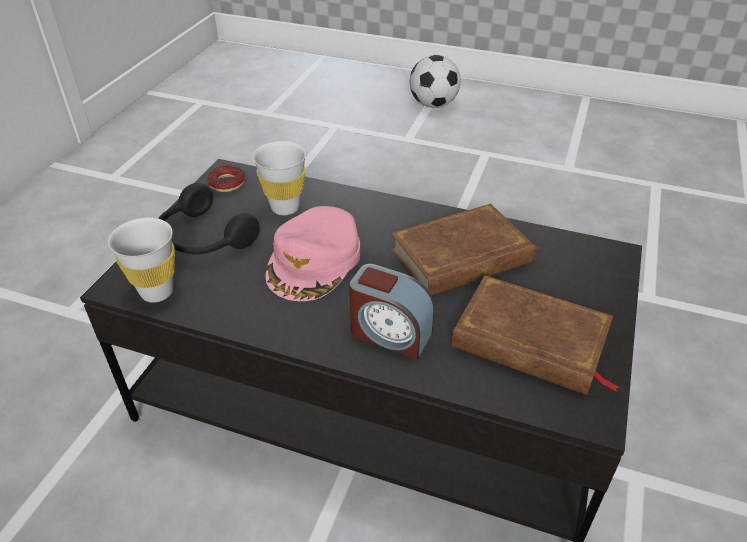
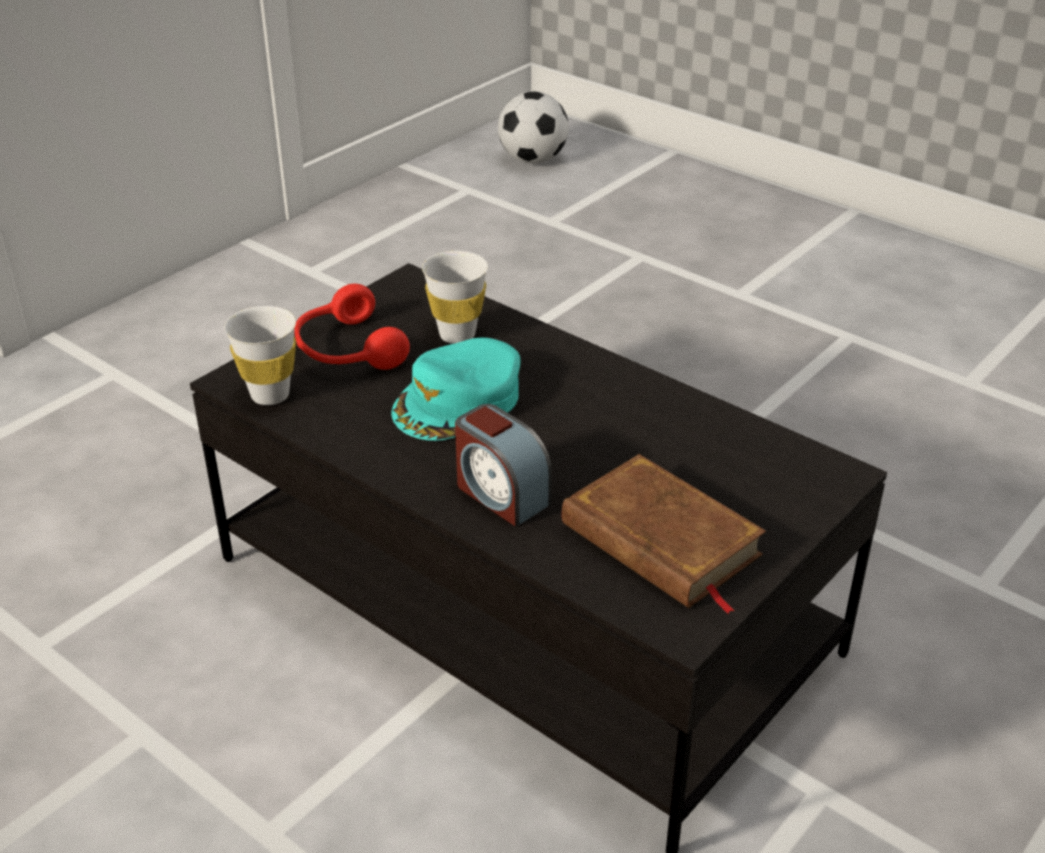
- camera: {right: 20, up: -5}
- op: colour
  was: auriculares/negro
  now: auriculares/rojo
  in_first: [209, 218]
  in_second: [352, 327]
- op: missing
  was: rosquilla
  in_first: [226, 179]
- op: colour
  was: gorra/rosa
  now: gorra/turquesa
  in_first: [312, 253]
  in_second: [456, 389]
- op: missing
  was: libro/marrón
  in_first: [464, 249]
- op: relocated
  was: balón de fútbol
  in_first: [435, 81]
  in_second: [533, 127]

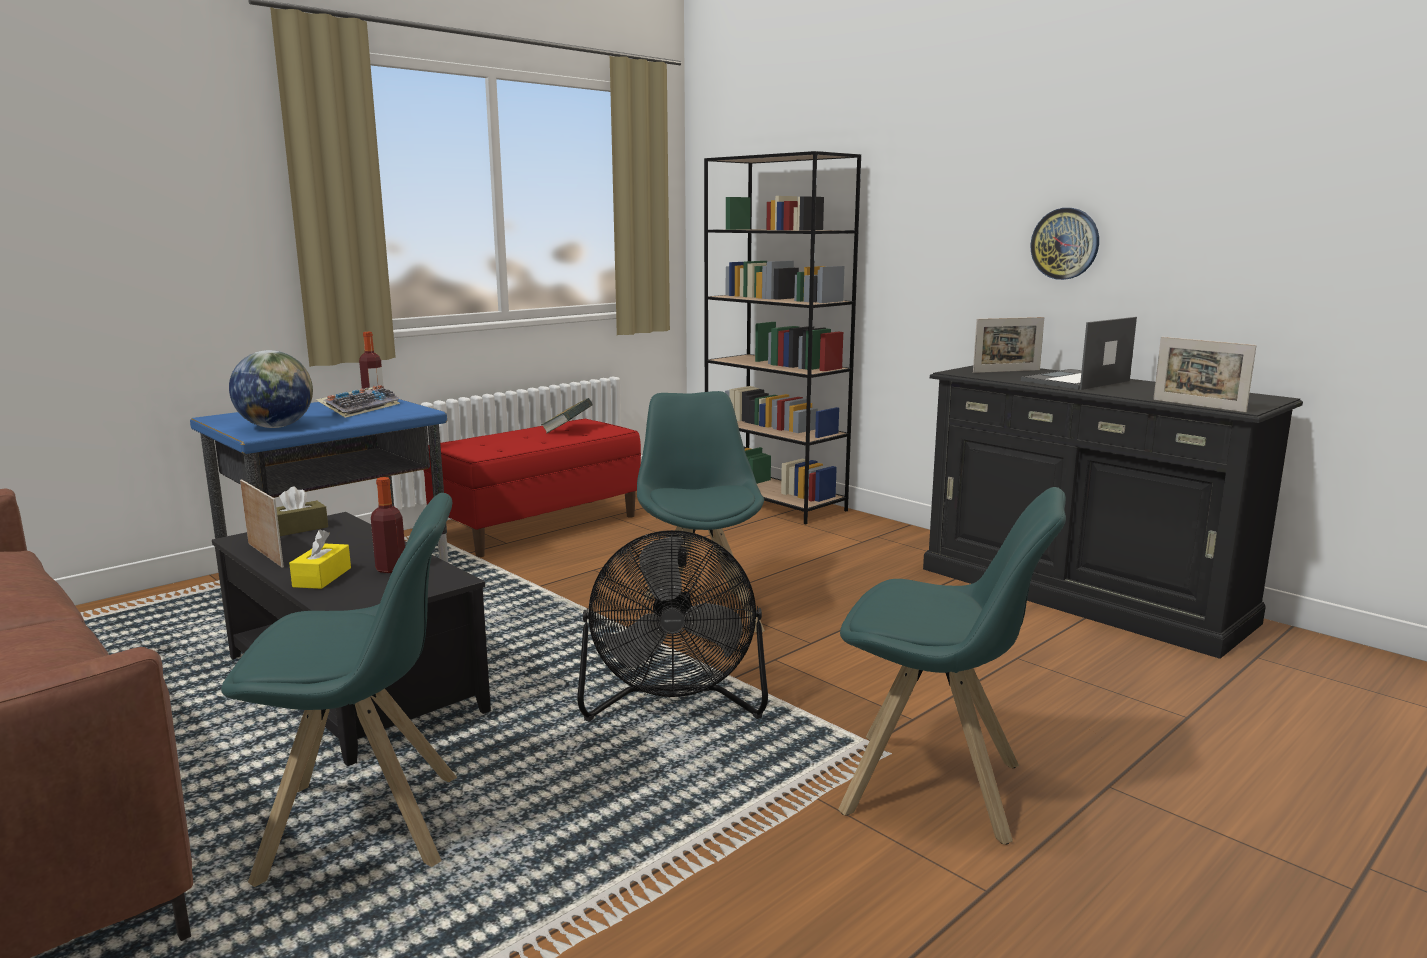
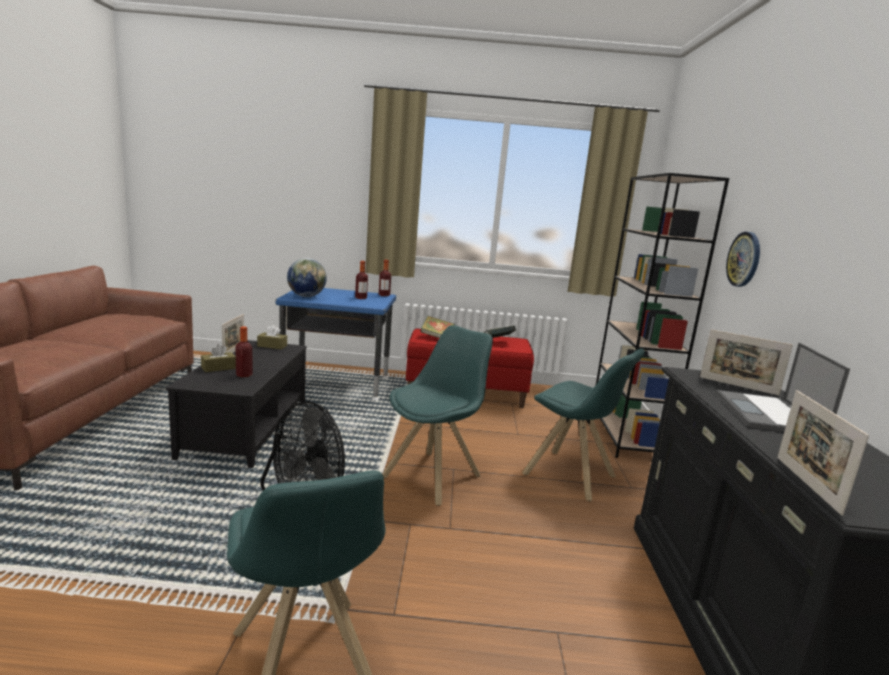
- camera: {right: 45, up: 0}
- op: relocated
  was: silla/turquesa
  in_first: [339, 690]
  in_second: [583, 424]
- op: colour
  was: caja de pañuelos/amarillo
  now: caja de pañuelos/marrón
  in_first: [320, 559]
  in_second: [218, 358]
- op: exchanged
  was: teclado
  now: botella
  in_first: [357, 401]
  in_second: [361, 280]
- op: spun
  was: portátil
  in_first: [1079, 353]
  in_second: [783, 387]
  clockwise: -90
- op: relocated
  was: reloj de pared
  in_first: [1065, 244]
  in_second: [743, 259]
- op: appeared
  now: libro
  in_second: [437, 327]

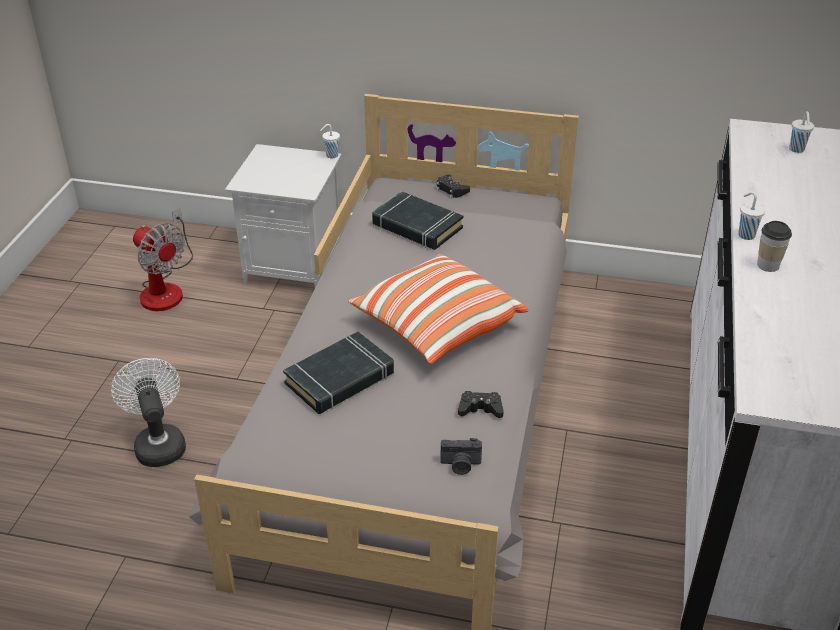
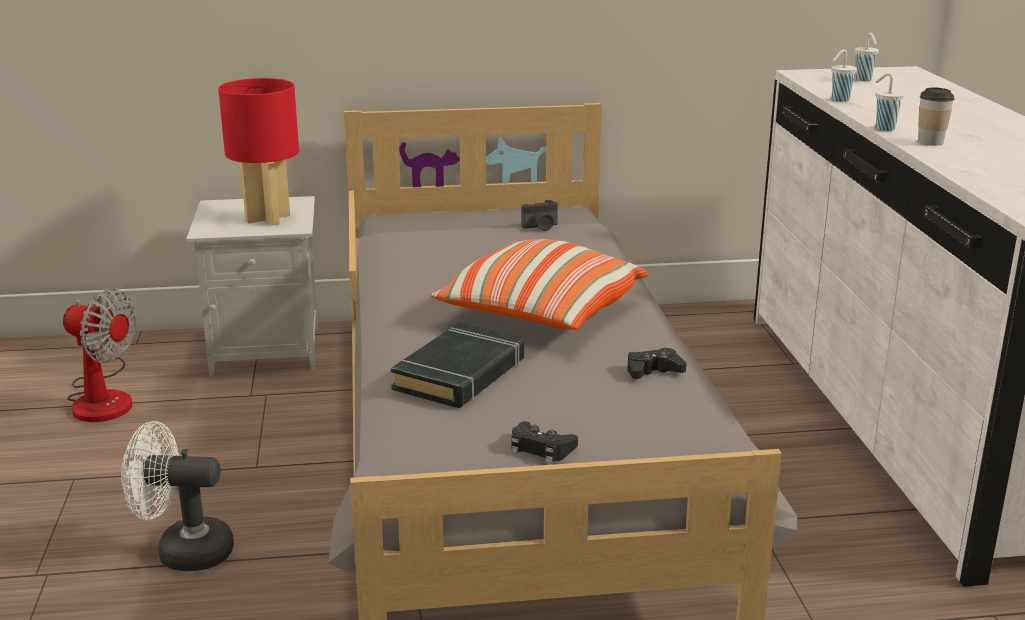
- camera: {right: -20, up: -15}
- op: spun
  was: ventilador/blanco
  in_first: [148, 412]
  in_second: [177, 496]
  clockwise: -45
- op: relocated
  was: taza/blanco
  in_first: [330, 141]
  in_second: [844, 75]
- op: missing
  was: libro/negro
  in_first: [417, 220]
- op: relocated
  was: mando de consola/negro
  in_first: [453, 186]
  in_second: [545, 442]
- op: relocated
  was: cámara
  in_first: [461, 456]
  in_second: [539, 215]
- op: appeared
  now: lámpara de mesa/rojo
  in_second: [258, 151]

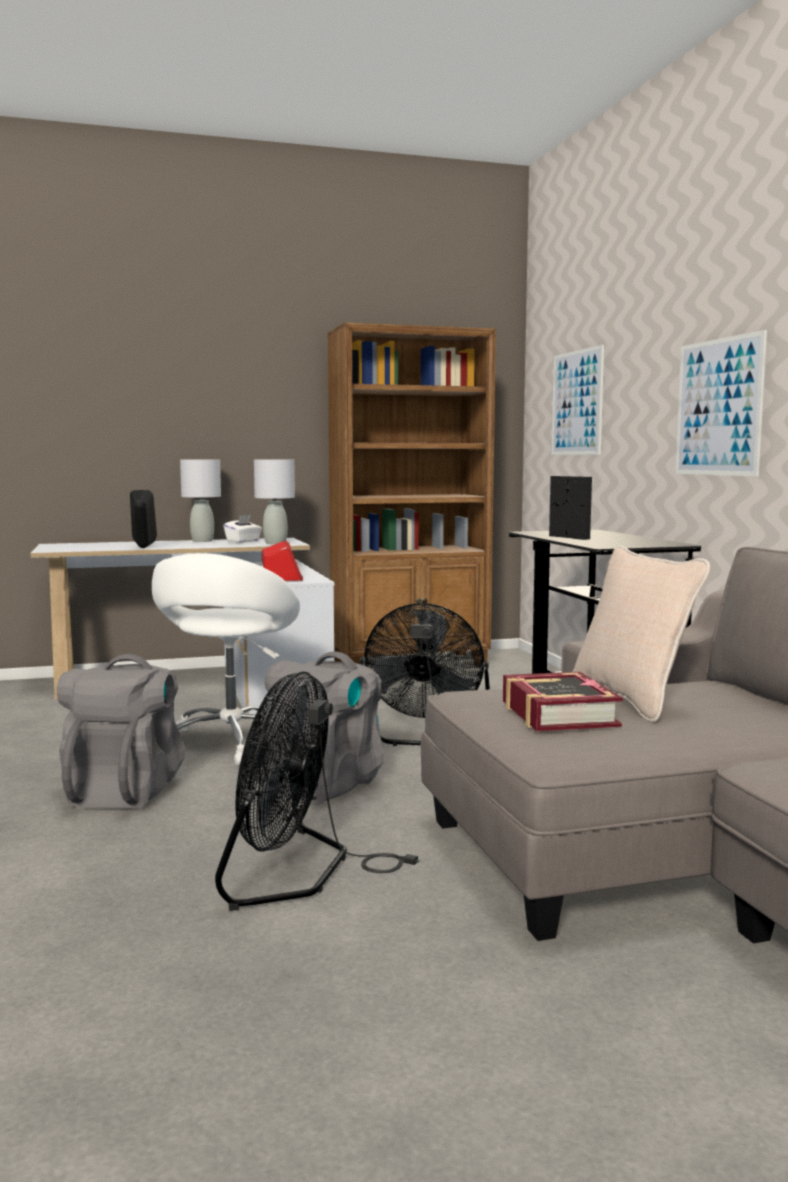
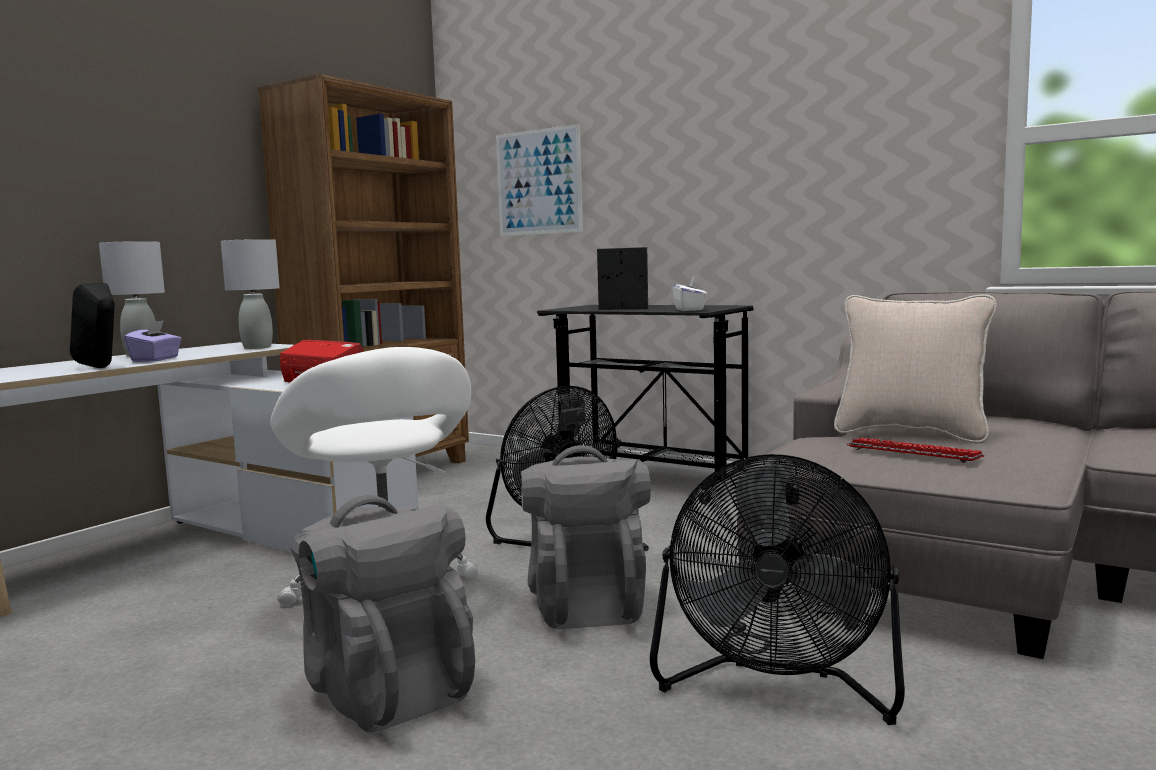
- camera: {right: -40, up: 0}
- op: spun
  was: ventilador/negro
  in_first: [317, 791]
  in_second: [777, 589]
  clockwise: -45
- op: relocated
  was: caja de pañuelos/blanco
  in_first: [242, 529]
  in_second: [690, 294]
- op: exchanged
  was: libro
  now: teclado
  in_first: [563, 701]
  in_second: [916, 450]
- op: missing
  was: cuadro
  in_first: [721, 403]
- op: appeared
  now: caja de pañuelos/morado
  in_second: [152, 341]

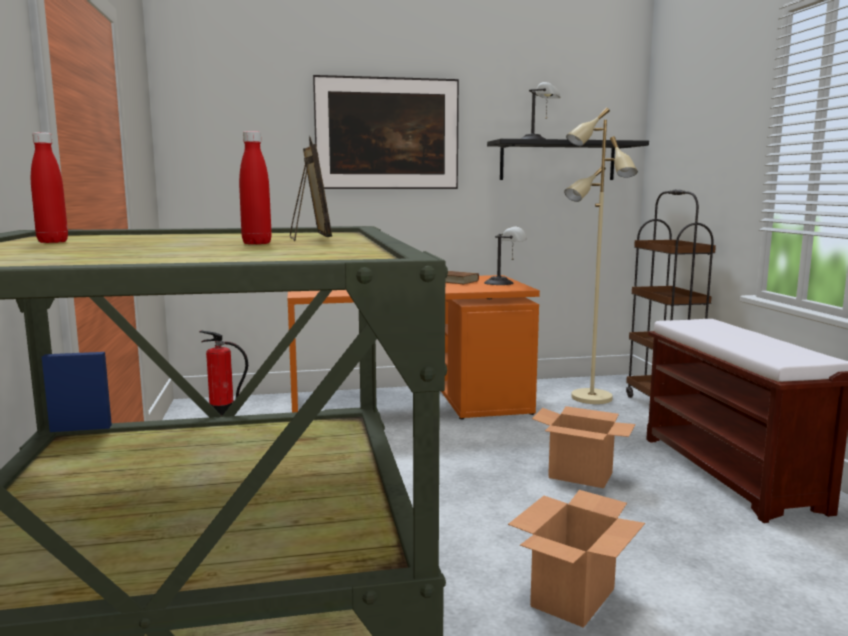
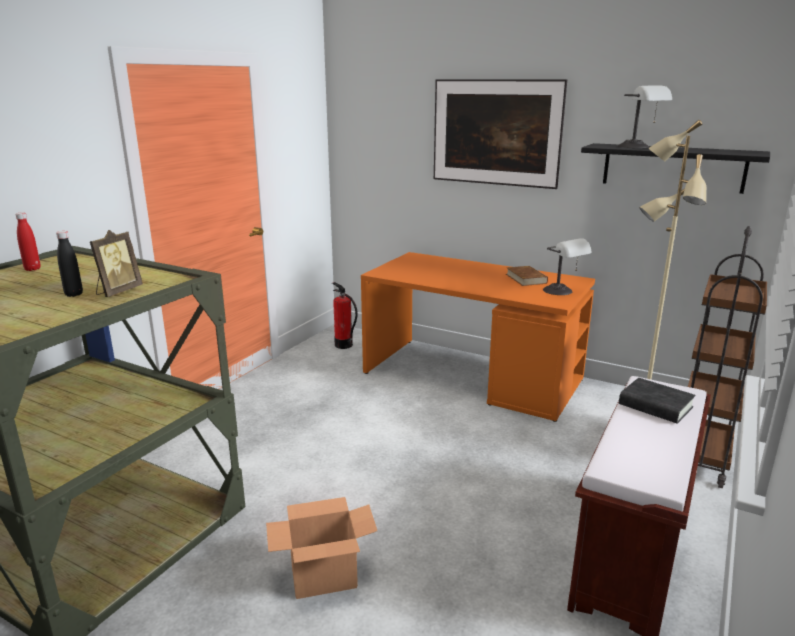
- camera: {right: 40, up: 10}
- op: colour
  was: botella/rojo
  now: botella/negro
  in_first: [255, 187]
  in_second: [69, 264]
- op: missing
  was: caja de cartón
  in_first: [584, 447]
- op: appeared
  now: libro/negro
  in_second: [657, 401]

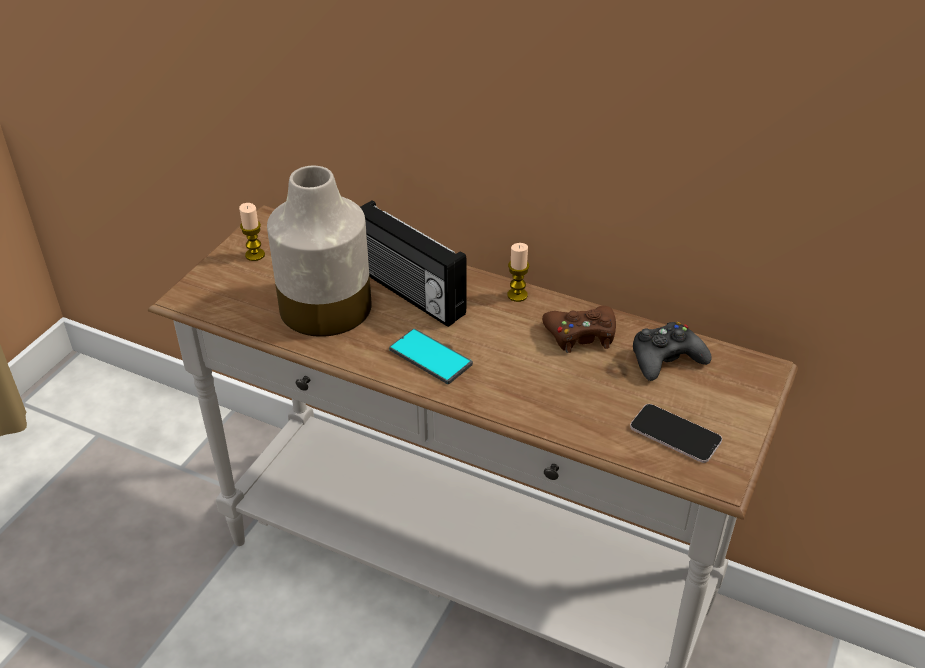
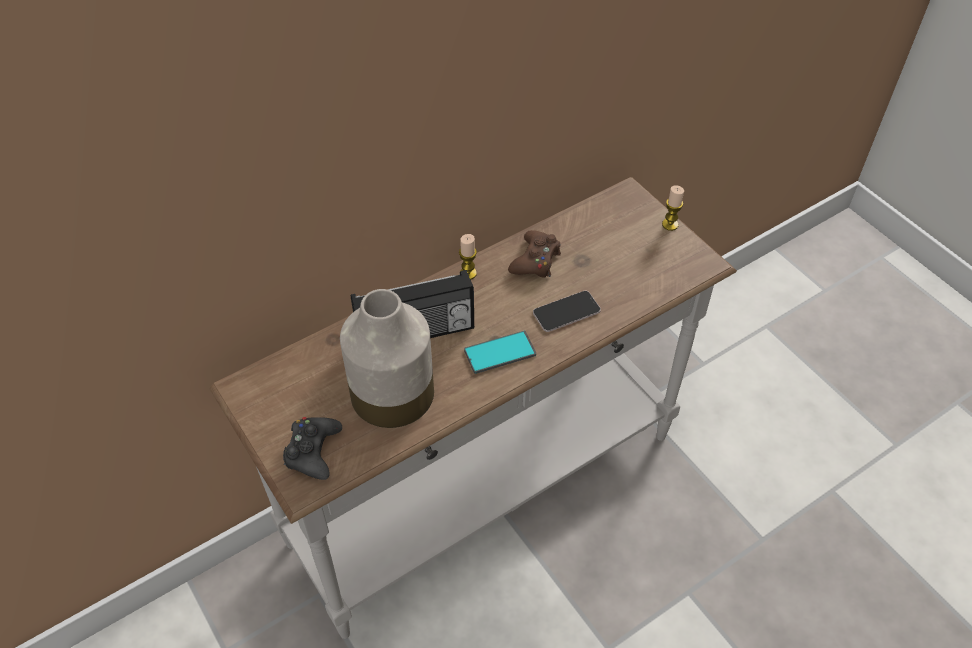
- camera: {right: -60, up: 10}
- op: relocated
  was: vela
  in_first: [252, 232]
  in_second: [673, 208]
- op: relocated
  was: móvil
  in_first: [676, 433]
  in_second: [567, 311]
- op: relocated
  was: mando de consola/negro
  in_first: [672, 351]
  in_second: [312, 448]

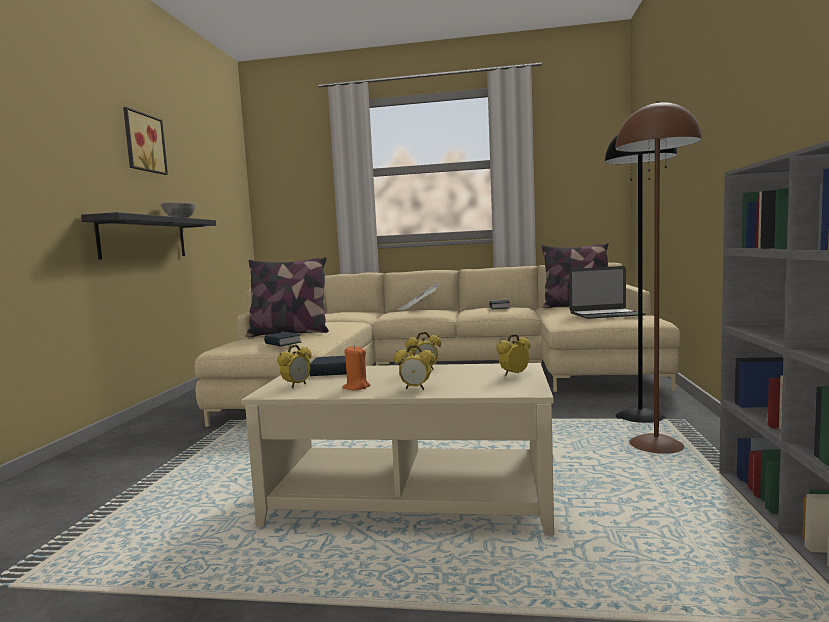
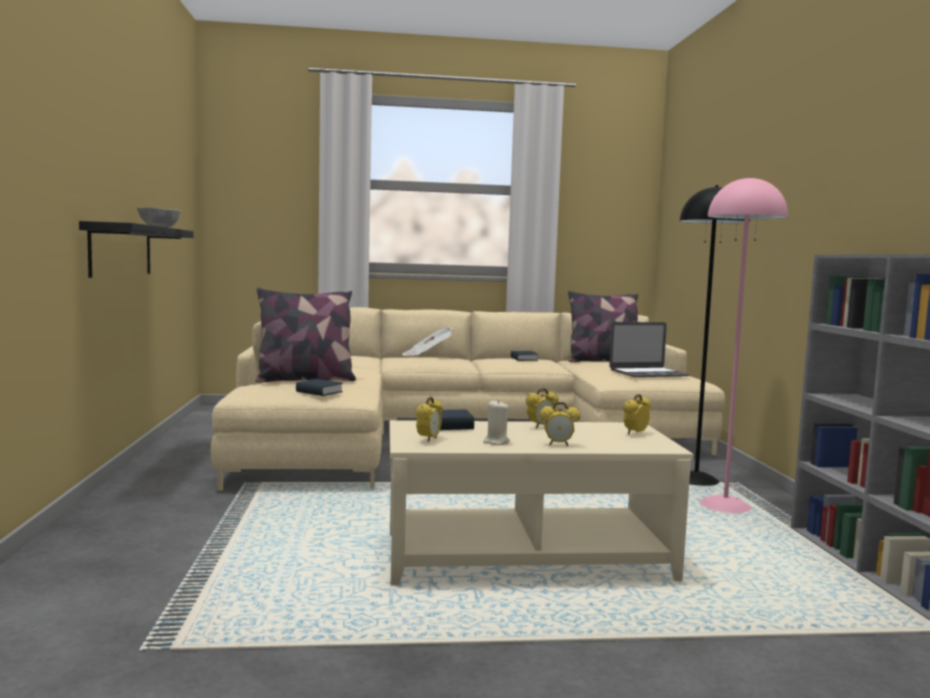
- camera: {right: -15, up: 0}
- op: missing
  was: cuadro
  in_first: [145, 141]
- op: colour
  was: vela/naranja
  now: vela/beis
  in_first: [356, 367]
  in_second: [496, 422]
- op: colour
  was: lámpara de pie/marrón
  now: lámpara de pie/rosa
  in_first: [658, 277]
  in_second: [744, 344]

